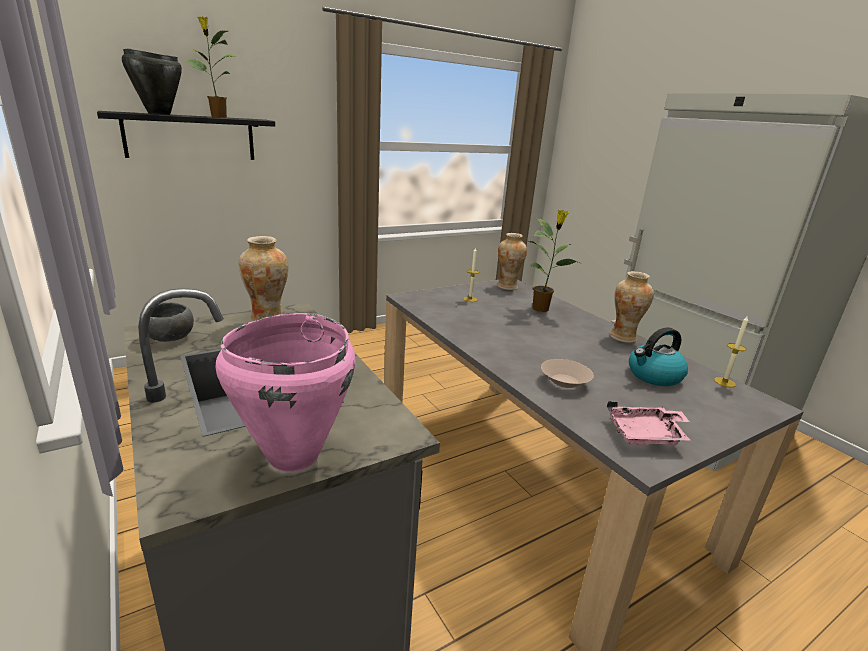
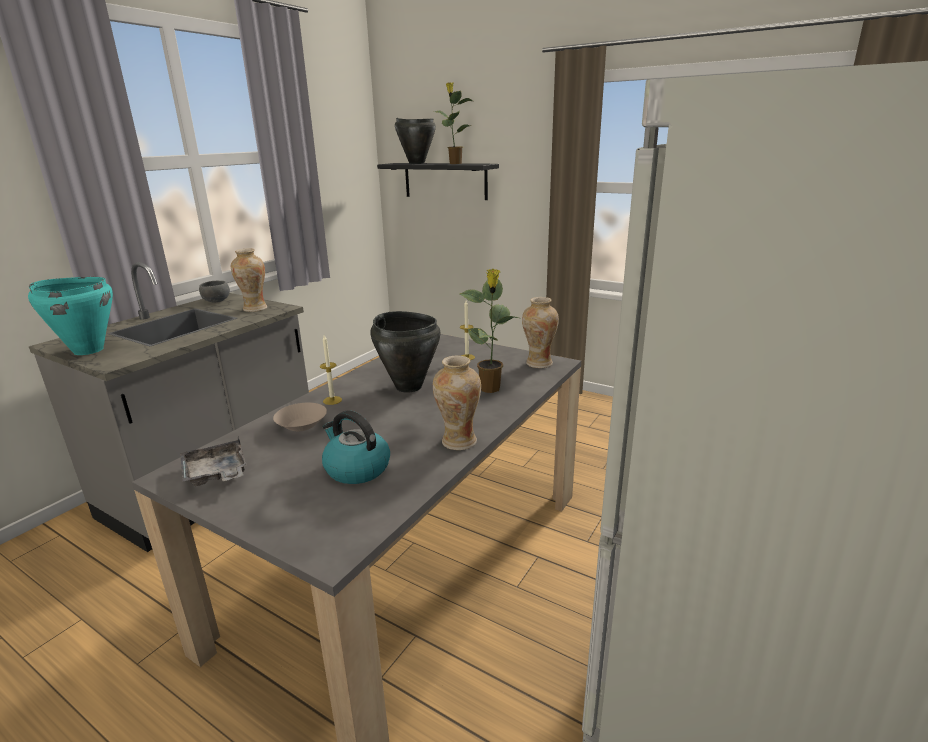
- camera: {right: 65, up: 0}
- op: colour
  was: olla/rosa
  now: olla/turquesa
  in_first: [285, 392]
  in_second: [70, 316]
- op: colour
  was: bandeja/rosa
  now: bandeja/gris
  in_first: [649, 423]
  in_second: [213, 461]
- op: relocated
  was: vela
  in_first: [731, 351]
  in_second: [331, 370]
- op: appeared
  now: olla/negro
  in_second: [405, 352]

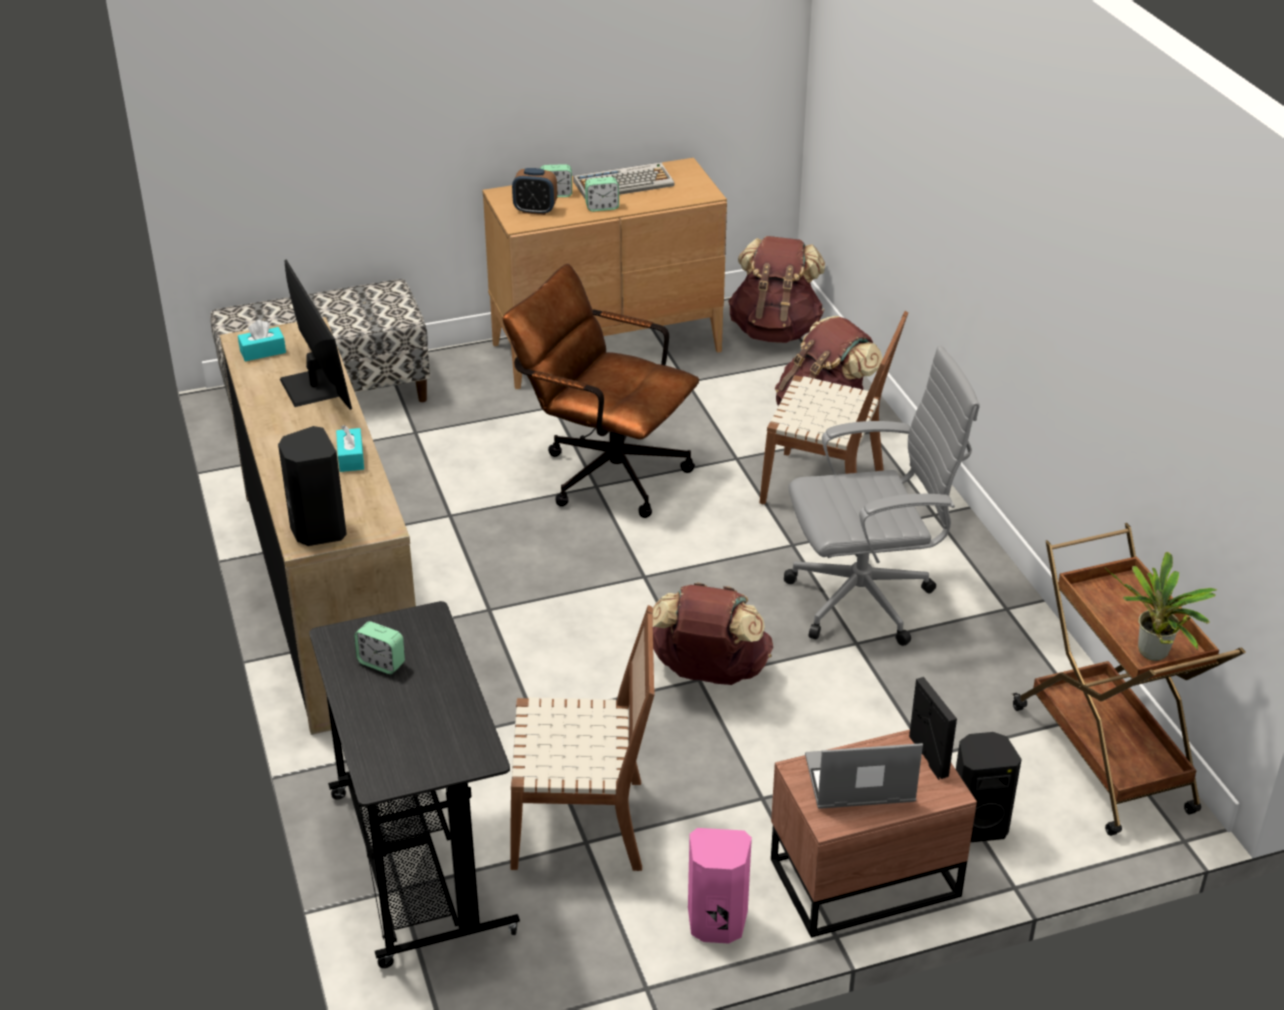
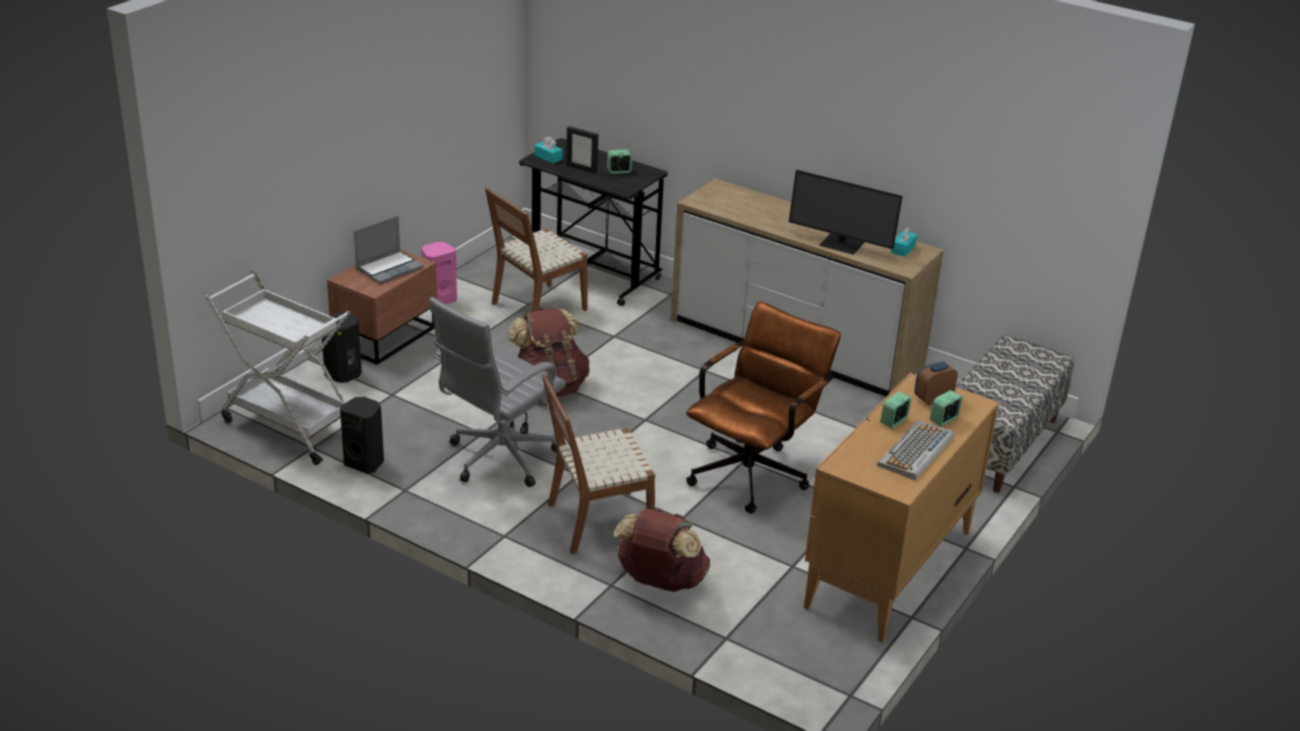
- camera: {right: 140, up: -5}
- op: relocated
  was: altavoz/negro
  in_first: [312, 486]
  in_second: [362, 435]
- op: relocated
  was: caja de pañuelos/turquesa
  in_first: [350, 448]
  in_second: [548, 150]
- op: spun
  was: silla de oficina/marrón
  in_first: [601, 391]
  in_second: [763, 408]
  clockwise: -45
- op: missing
  was: mochila/marrón
  in_first: [776, 289]
- op: relocated
  was: portarretratos
  in_first: [933, 728]
  in_second: [582, 150]
- op: colour
  was: carrito/marrón
  now: carrito/blanco
  in_first: [1129, 679]
  in_second: [278, 368]
- op: missing
  was: planta en maceta
  in_first: [1161, 606]

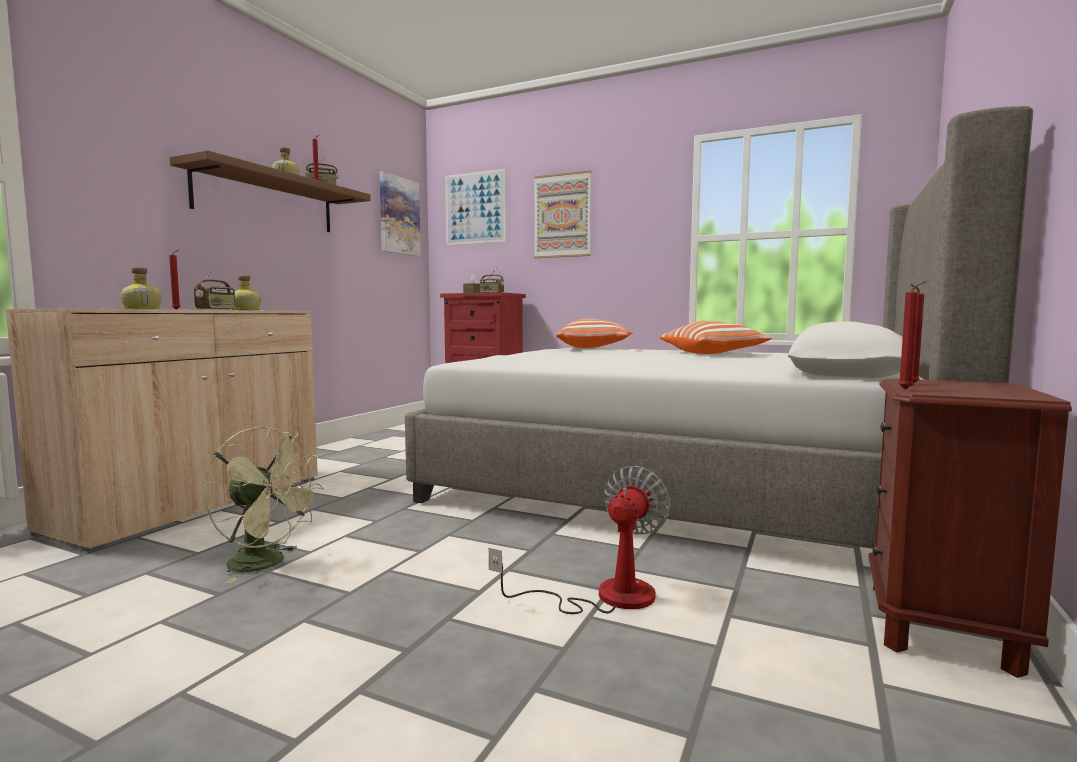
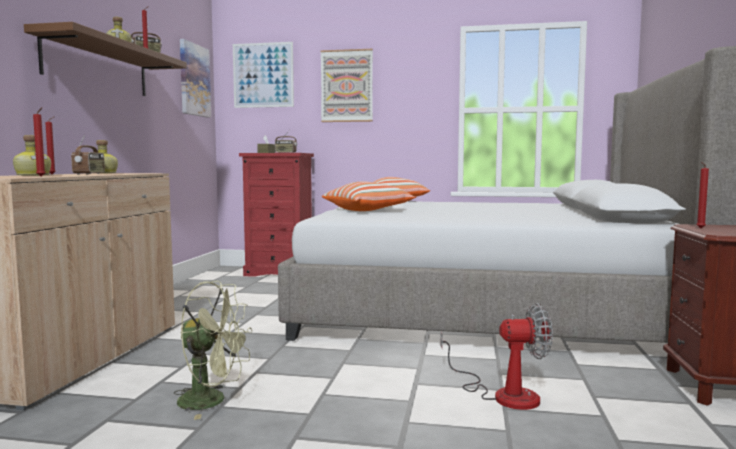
- camera: {right: -15, up: 0}
- op: spun
  was: ventilador
  in_first: [580, 540]
  in_second: [497, 356]
  clockwise: 75
- op: relocated
  was: cojín
  in_first: [716, 337]
  in_second: [369, 196]
- op: relocated
  was: vela/rojo
  in_first: [912, 335]
  in_second: [39, 142]

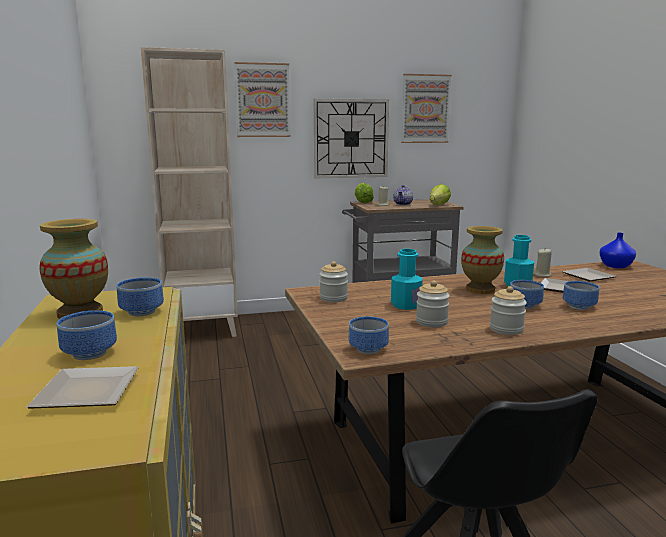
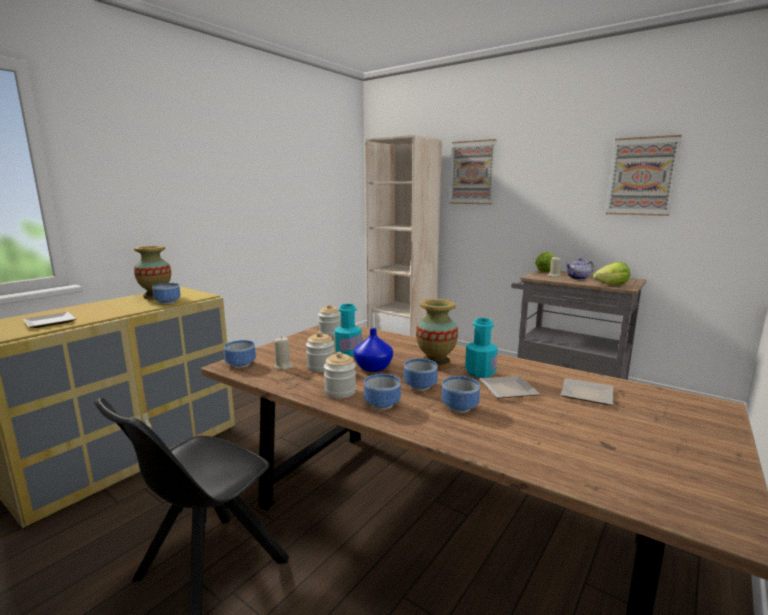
- camera: {right: 50, up: 0}
- op: relocated
  was: cuenco
  in_first: [87, 335]
  in_second: [382, 392]
- op: missing
  was: reloj de pared
  in_first: [351, 138]
- op: relocated
  was: vela/beis
  in_first: [543, 263]
  in_second: [283, 353]
- op: relocated
  was: florero/azul
  in_first: [617, 250]
  in_second: [373, 350]

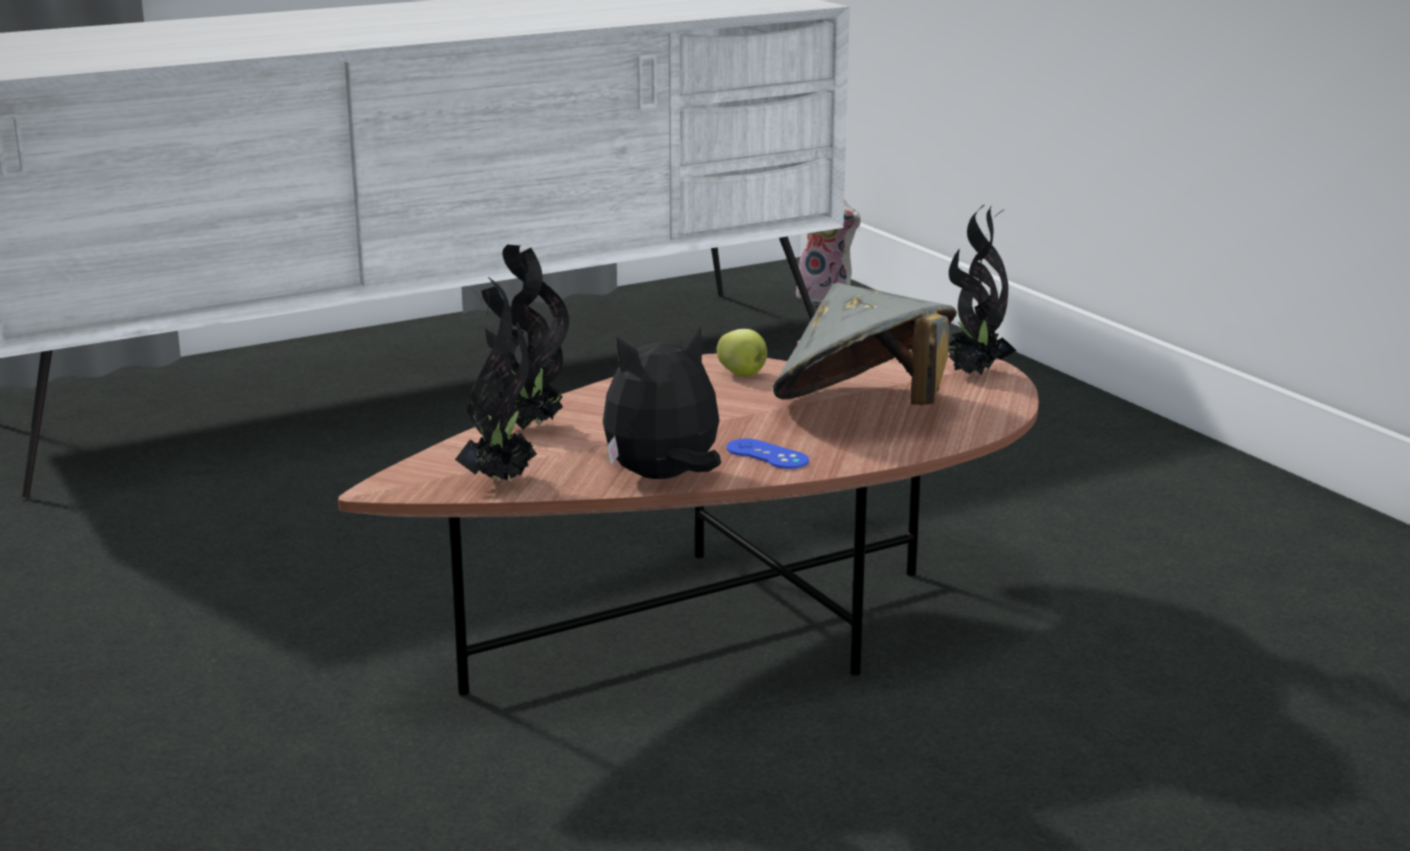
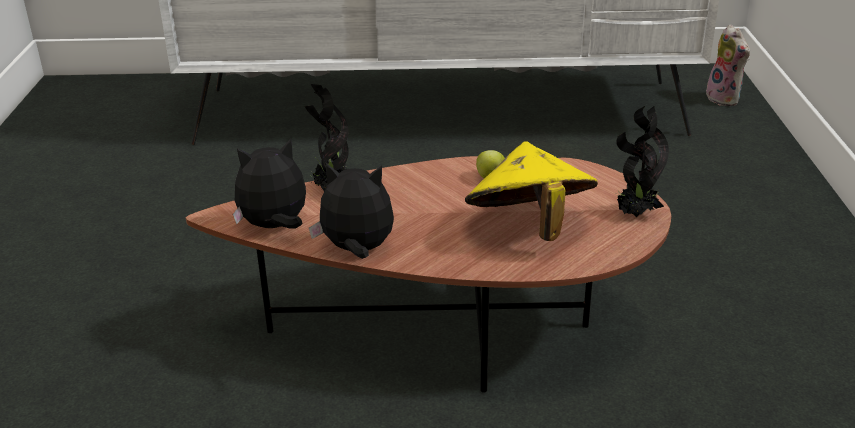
- camera: {right: 30, up: 10}
- op: exchanged
  was: planta en maceta
  now: peluche
  in_first: [496, 379]
  in_second: [269, 184]
- op: missing
  was: mando de consola/azul
  in_first: [767, 454]
- op: colour
  was: sombrero/gris
  now: sombrero/amarillo
  in_first: [865, 344]
  in_second: [531, 191]

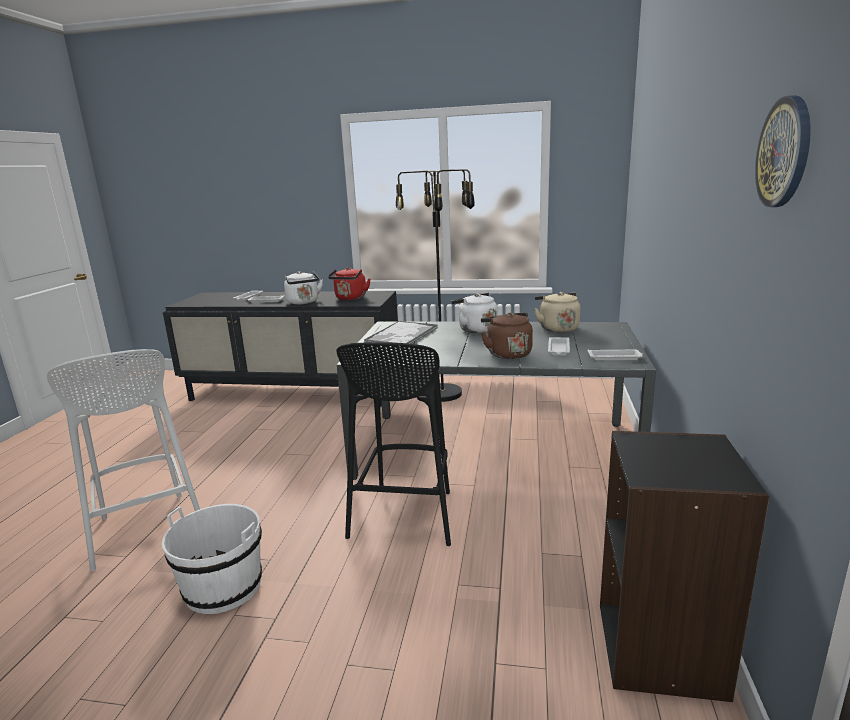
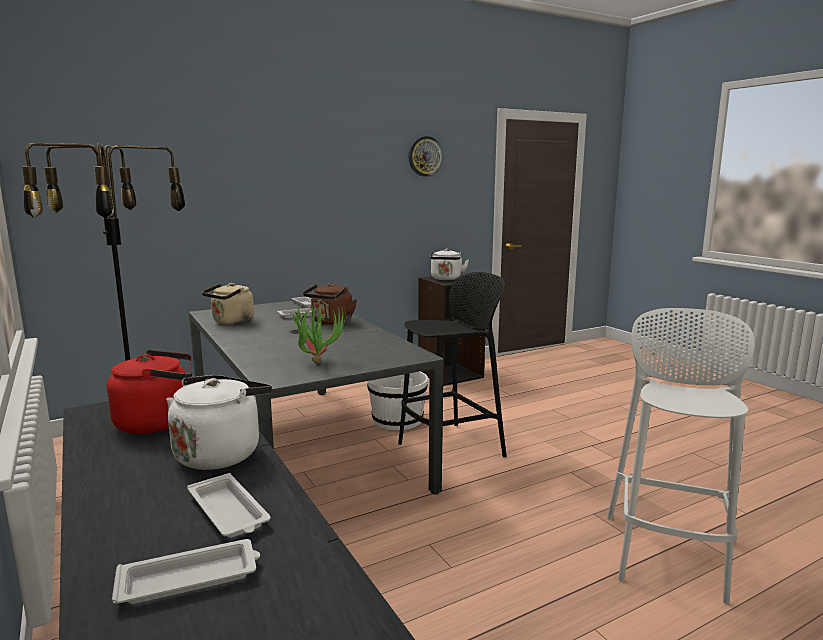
- camera: {right: -130, up: -5}
- op: relocated
  was: cubo/blanco
  in_first: [212, 559]
  in_second: [397, 400]
- op: exchanged
  was: bandeja
  now: planta en maceta
  in_first: [400, 334]
  in_second: [318, 333]
- op: relocated
  was: hervidor/blanco
  in_first: [474, 313]
  in_second: [449, 264]

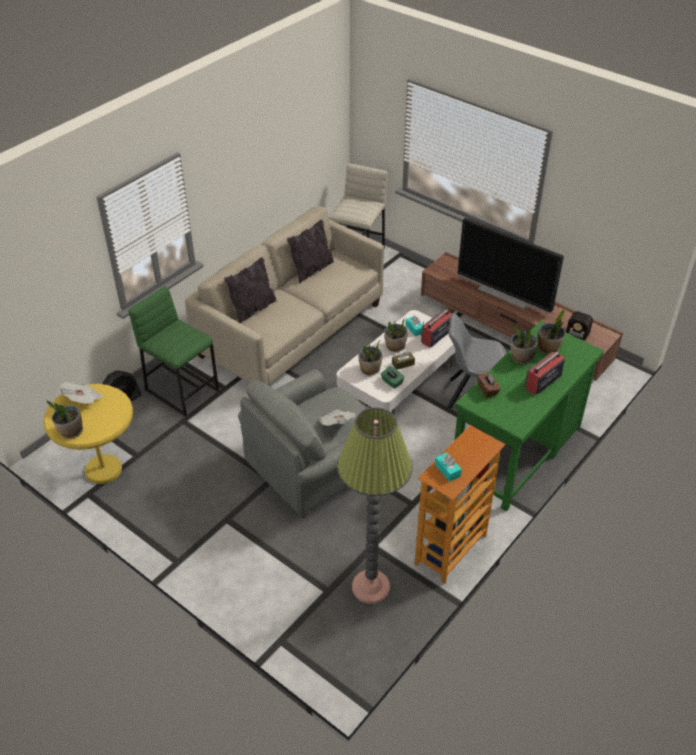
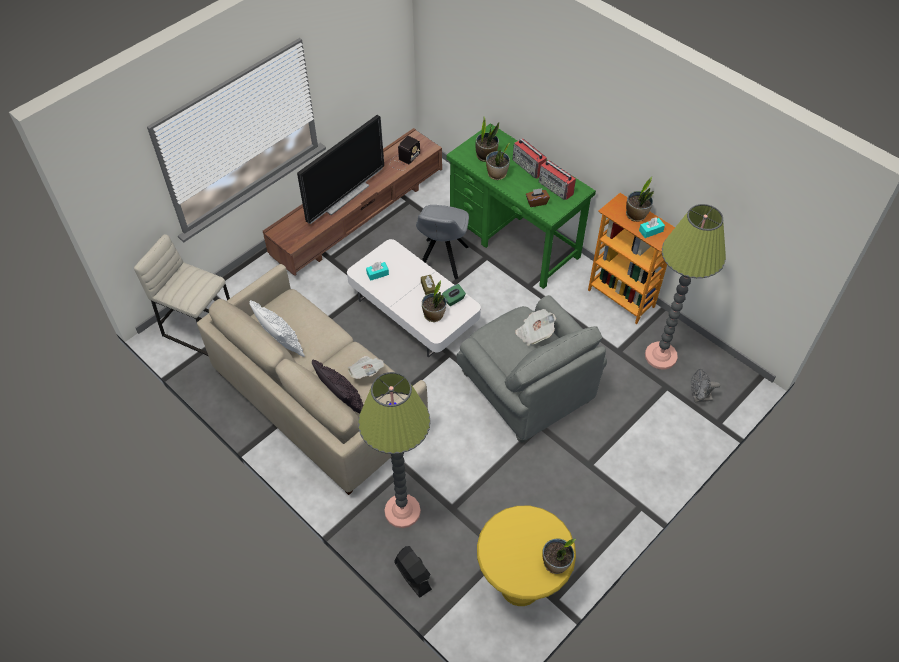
- camera: {right: -85, up: 10}
- op: relocated
  was: periódico
  in_first: [81, 392]
  in_second: [366, 367]
- op: exchanged
  was: taburete/verde
  now: lámpara de pie
  in_first: [173, 351]
  in_second: [394, 450]
- op: colour
  was: cojín/negro
  now: cojín/blanco
  in_first: [310, 251]
  in_second: [277, 328]
- op: relocated
  was: planta en maceta
  in_first: [396, 336]
  in_second: [640, 199]
- op: relocated
  was: radio
  in_first: [436, 329]
  in_second: [557, 180]
- op: appeared
  now: ventilador/gris
  in_second: [705, 385]

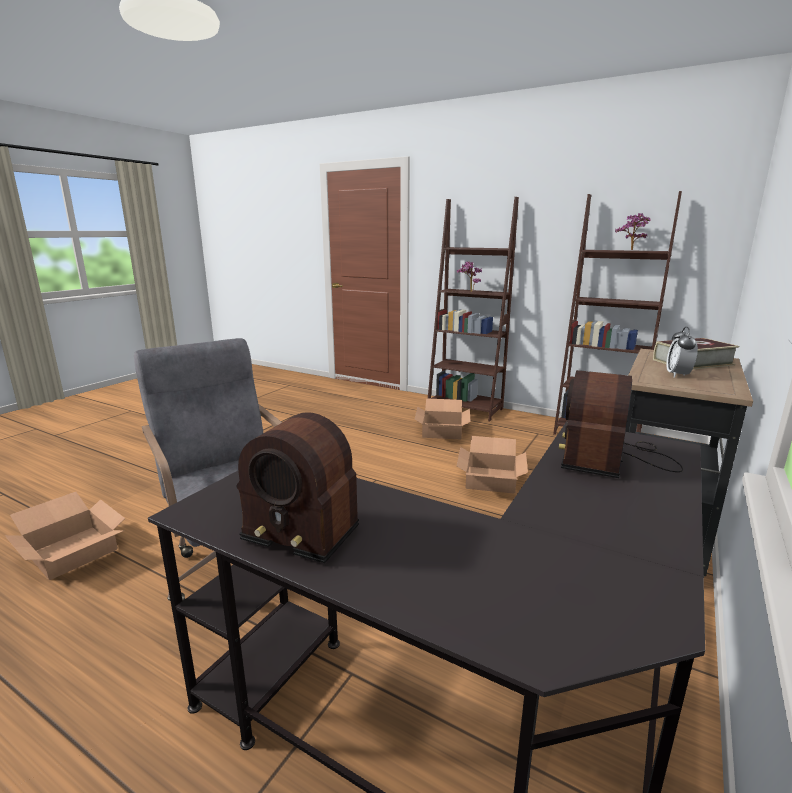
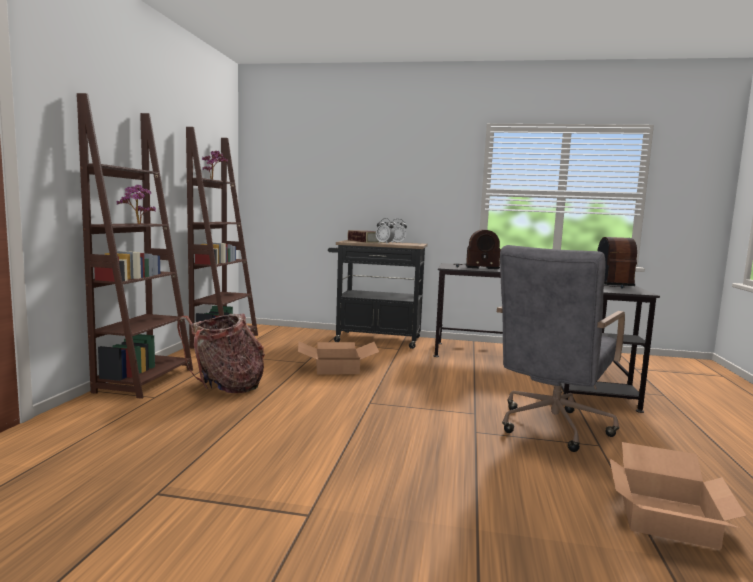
- camera: {right: -110, up: -10}
- op: exchanged
  was: caja de cartón
  now: mochila
  in_first: [442, 418]
  in_second: [221, 353]
- op: appeared
  now: despertador
  in_second: [385, 231]

